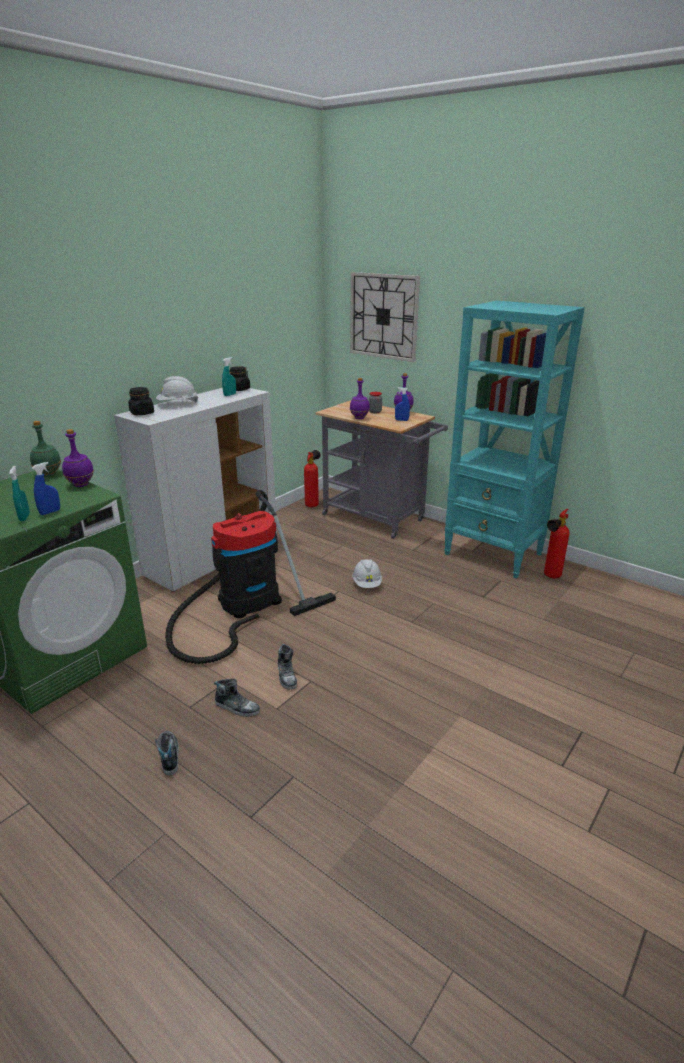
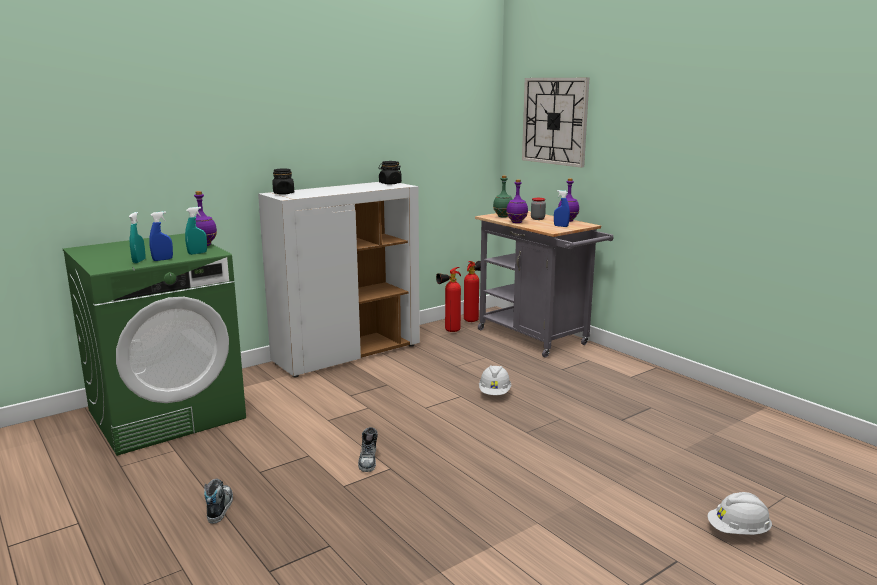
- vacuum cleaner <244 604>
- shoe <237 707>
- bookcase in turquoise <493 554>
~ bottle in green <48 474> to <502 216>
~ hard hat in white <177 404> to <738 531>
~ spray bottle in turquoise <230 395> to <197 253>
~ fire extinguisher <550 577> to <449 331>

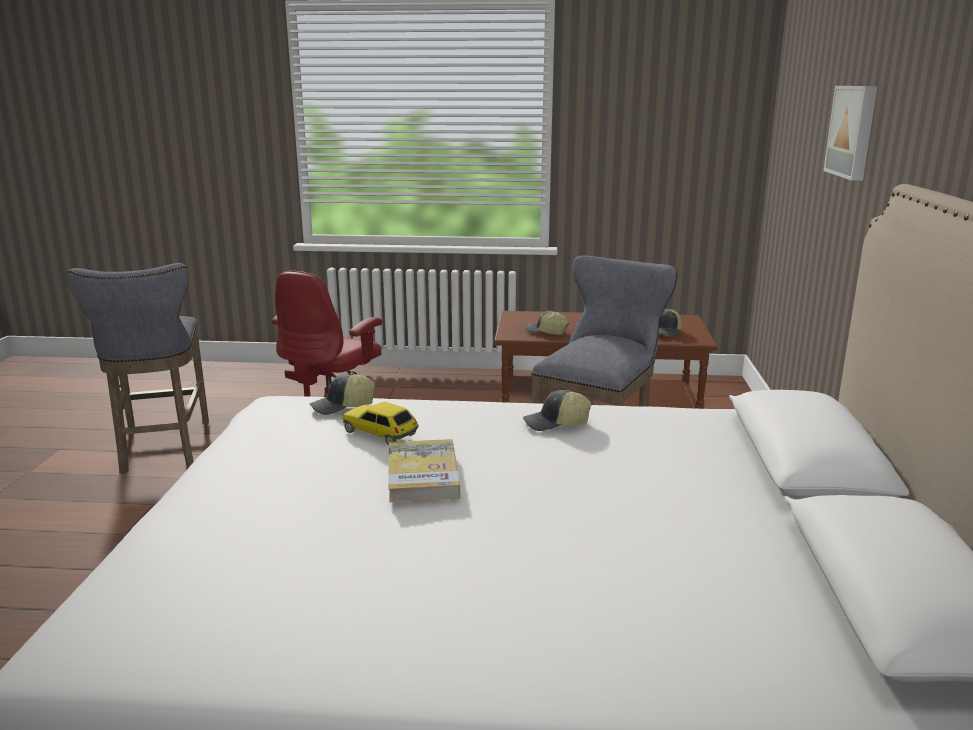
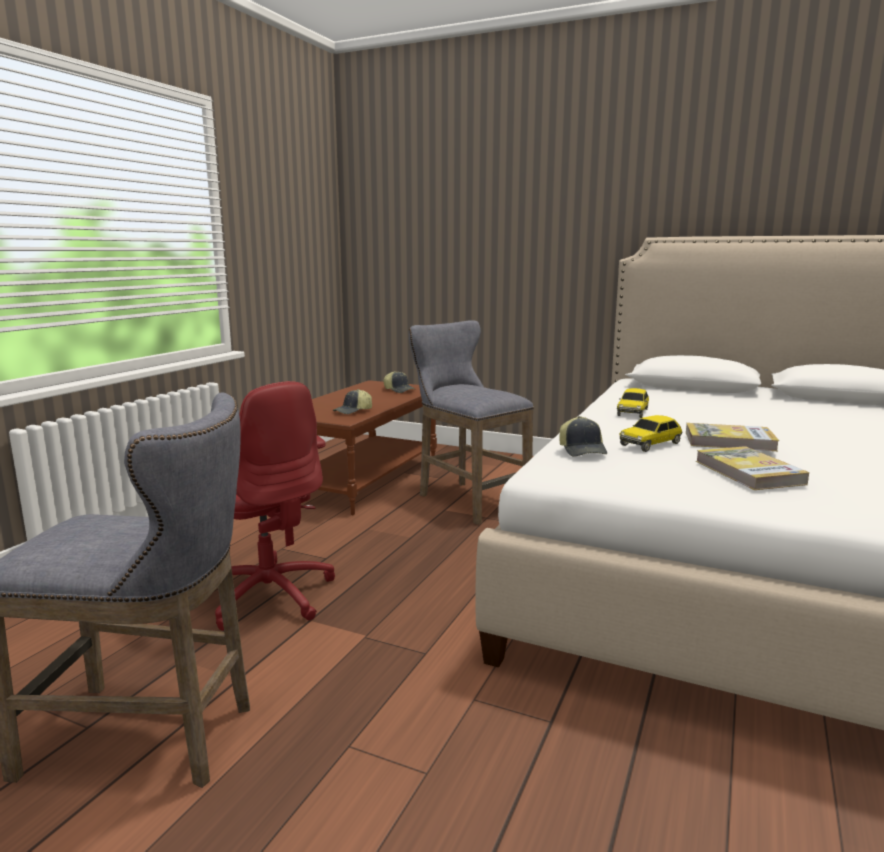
- picture <854 131>
+ book <749 472>
~ cap <556 424> to toy car <632 412>

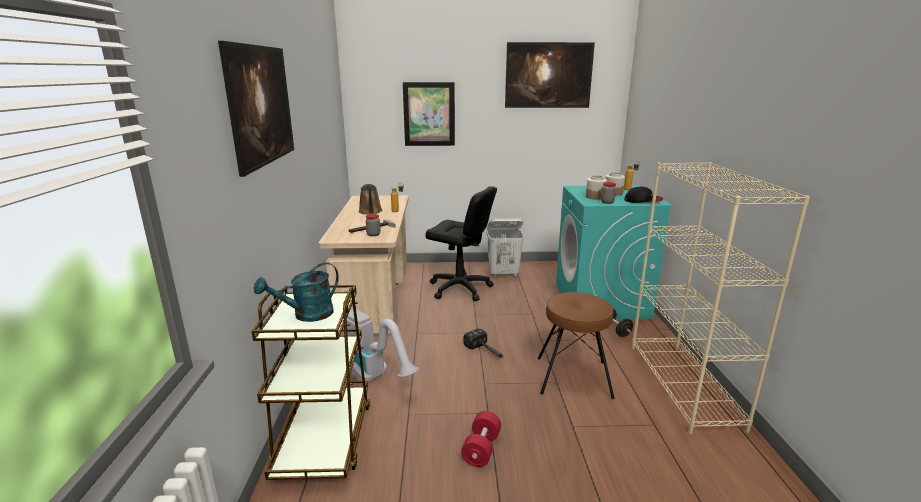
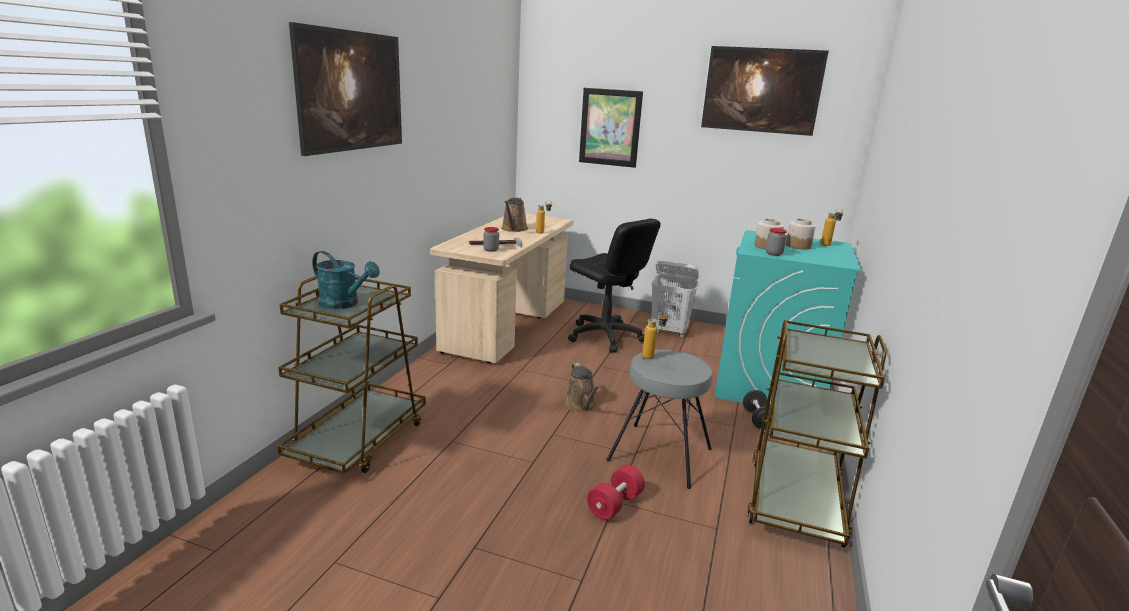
- vacuum cleaner <375 377>
- cap <643 200>
+ bottle <652 356>
~ dumbbell in red <481 449> to <615 504>
~ hammer <486 352> to watering can in brown <581 405>
~ bookcase in beige <683 385> to cart in brown <795 500>
~ stool in brown <573 376> to stool in grey <660 453>
~ watering can in turquoise <307 315> = <344 304> 135 degrees counterclockwise

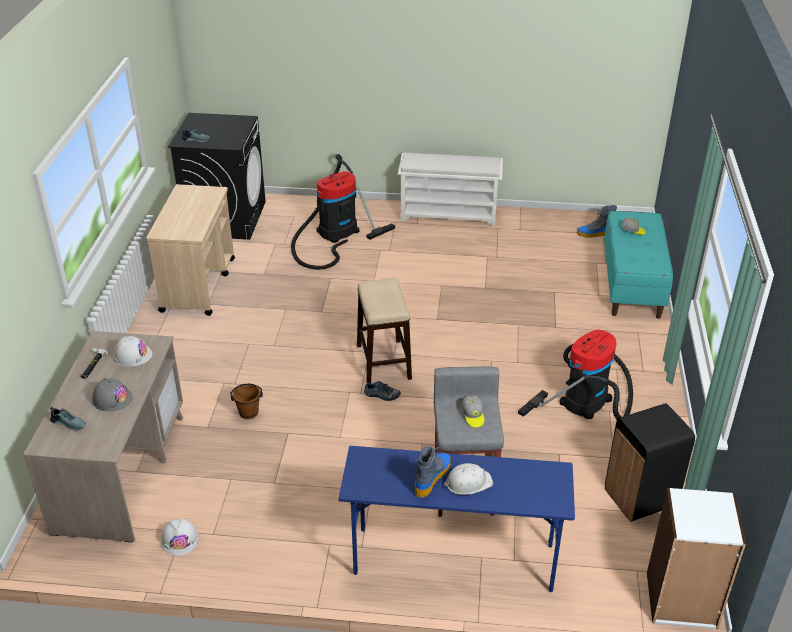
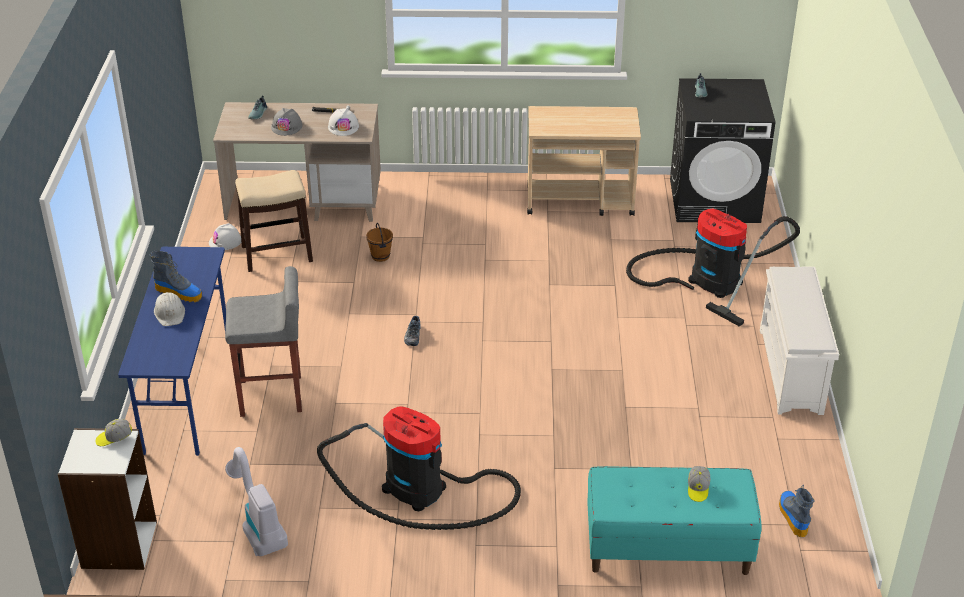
~ stool <384 362> to <276 254>
~ cap <473 416> to <114 438>
~ trash can in black <641 498> to vacuum cleaner <257 526>

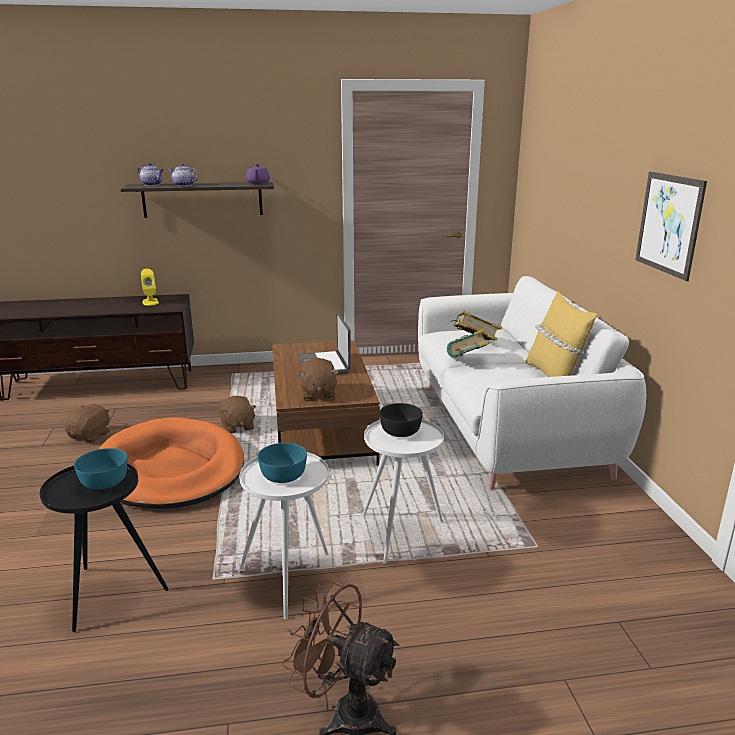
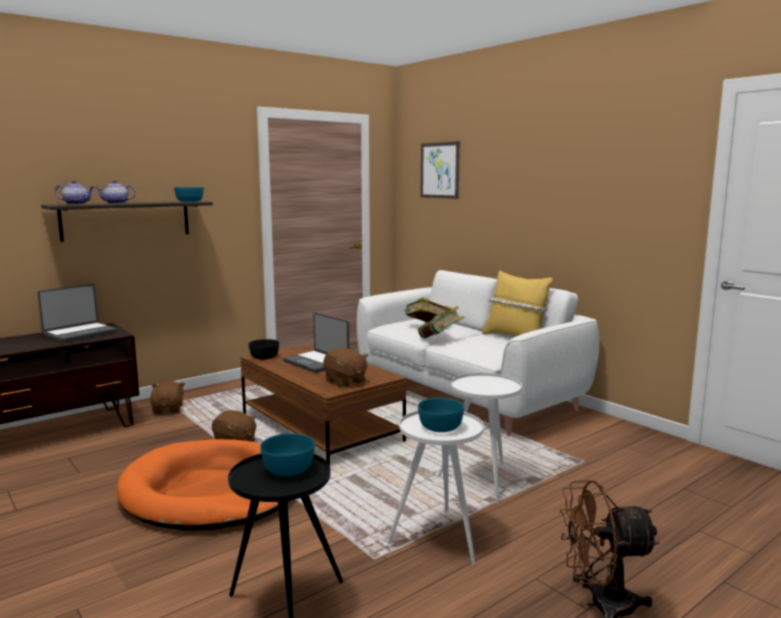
~ plush toy in brown <91 436> to <168 409>
~ bowl in black <400 431> to <264 357>
~ picture <669 224> to <439 170>
~ speaker in yellow <150 302> to laptop <80 333>
~ teapot in purple <258 183> to bowl in turquoise <190 201>

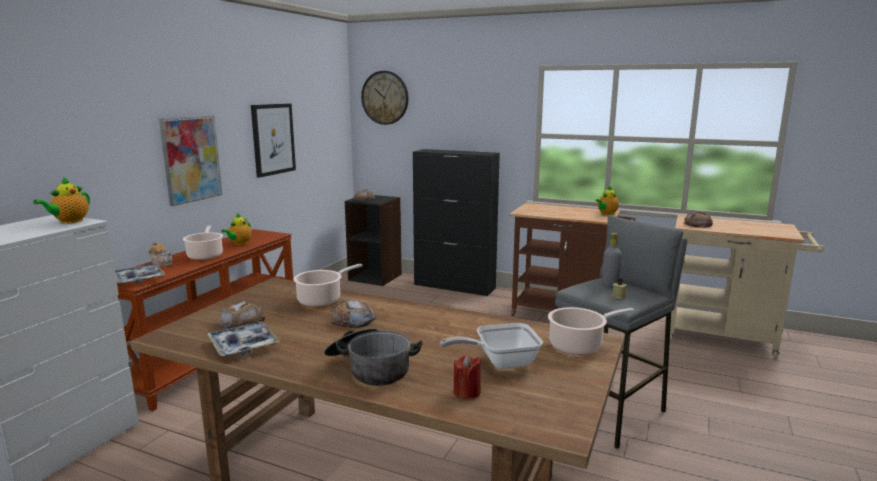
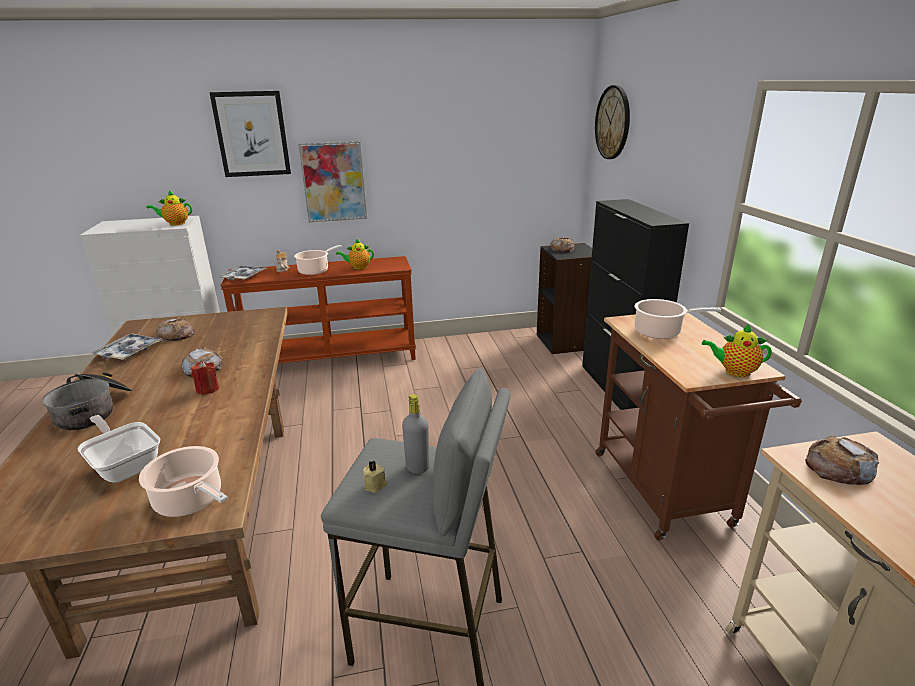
~ picture <273 139> to <252 134>
~ cooking pot <322 300> to <660 332>
~ candle in red <467 392> to <207 389>

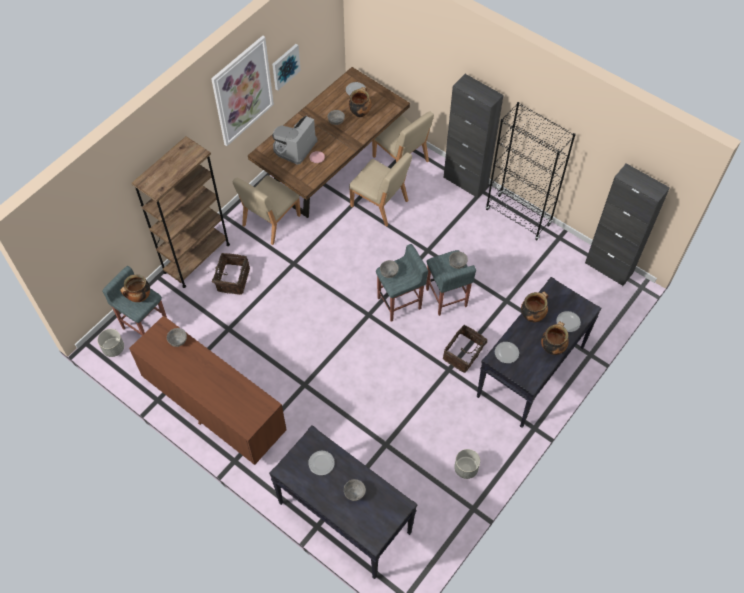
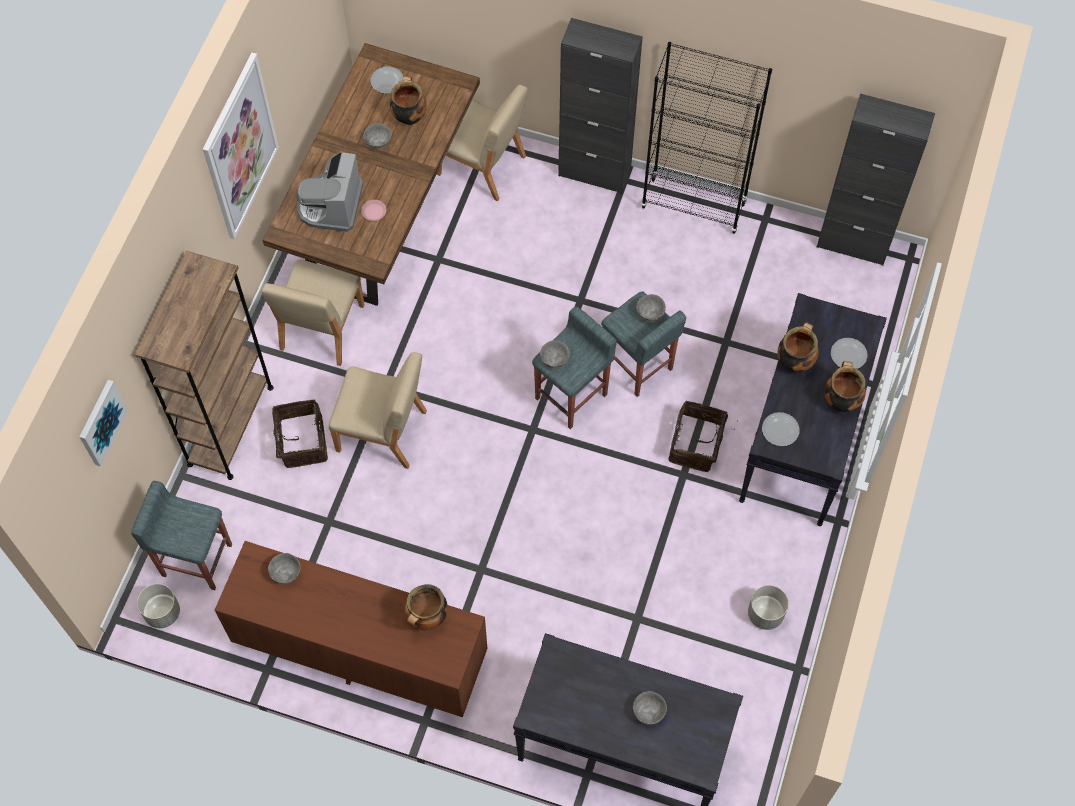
- plate <321 463>
~ cooking pot <139 297> to <427 617>
~ picture <285 66> to <101 422>
~ chair in beige <380 204> to <383 432>

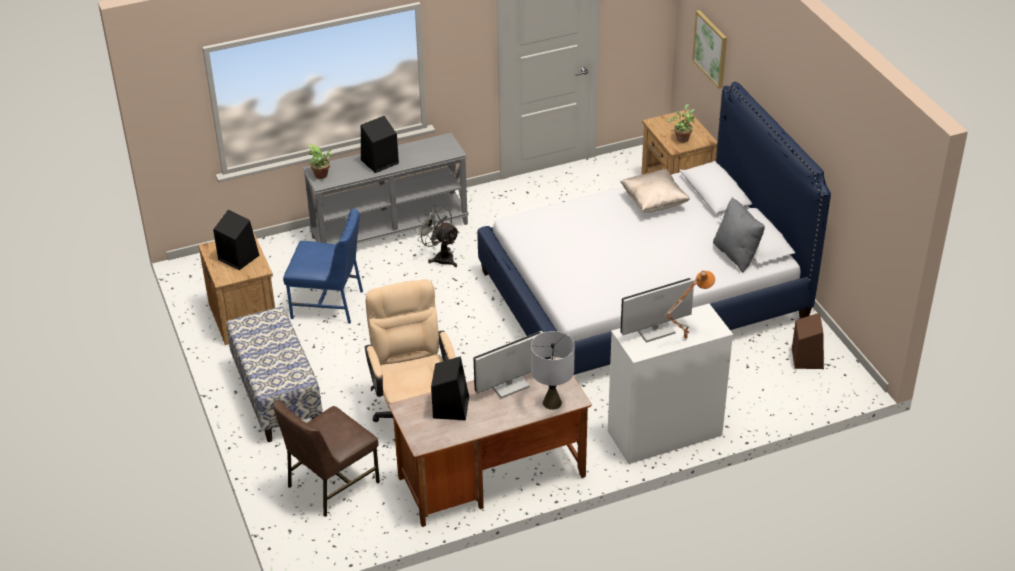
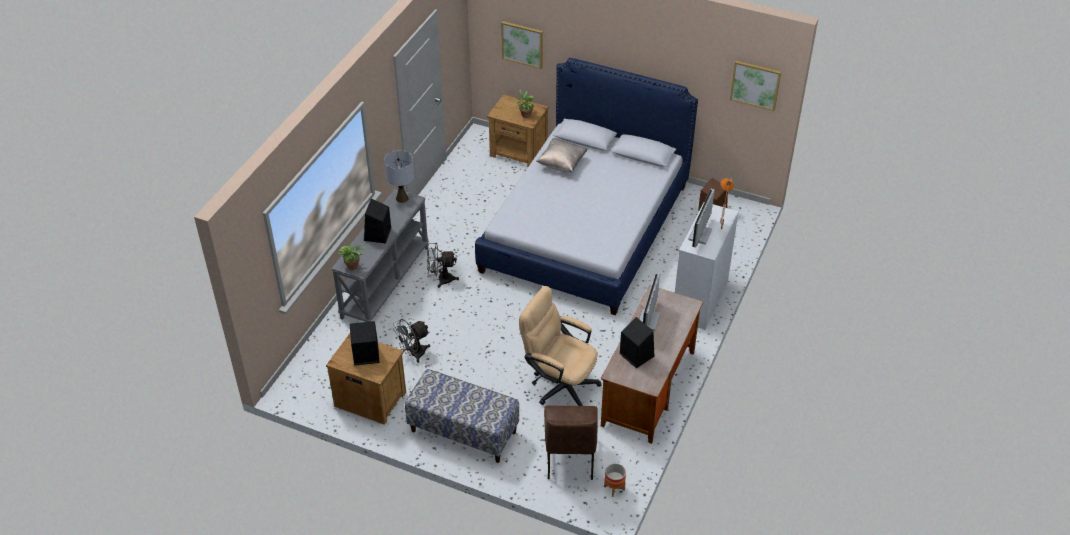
- pillow in grey <736 255>
+ planter <614 488>
+ picture <755 85>
~ table lamp in grey <552 403> to <402 198>
~ chair in blue <328 304> to fan in grey <413 354>

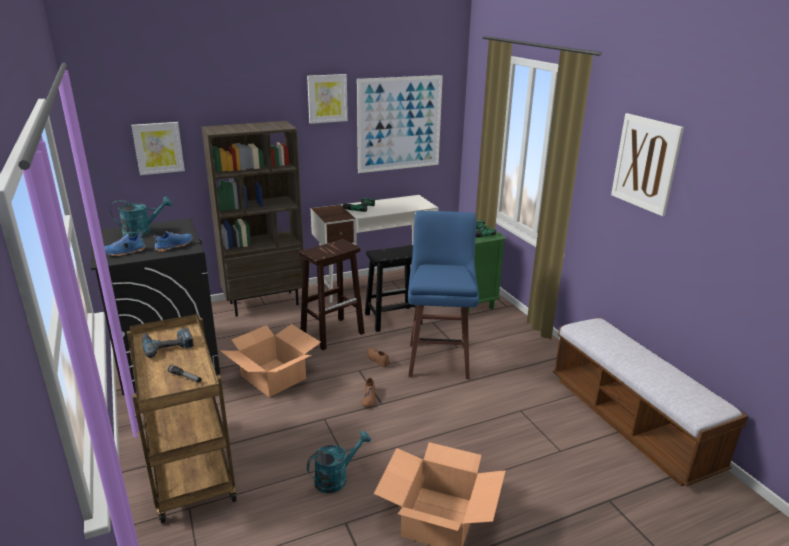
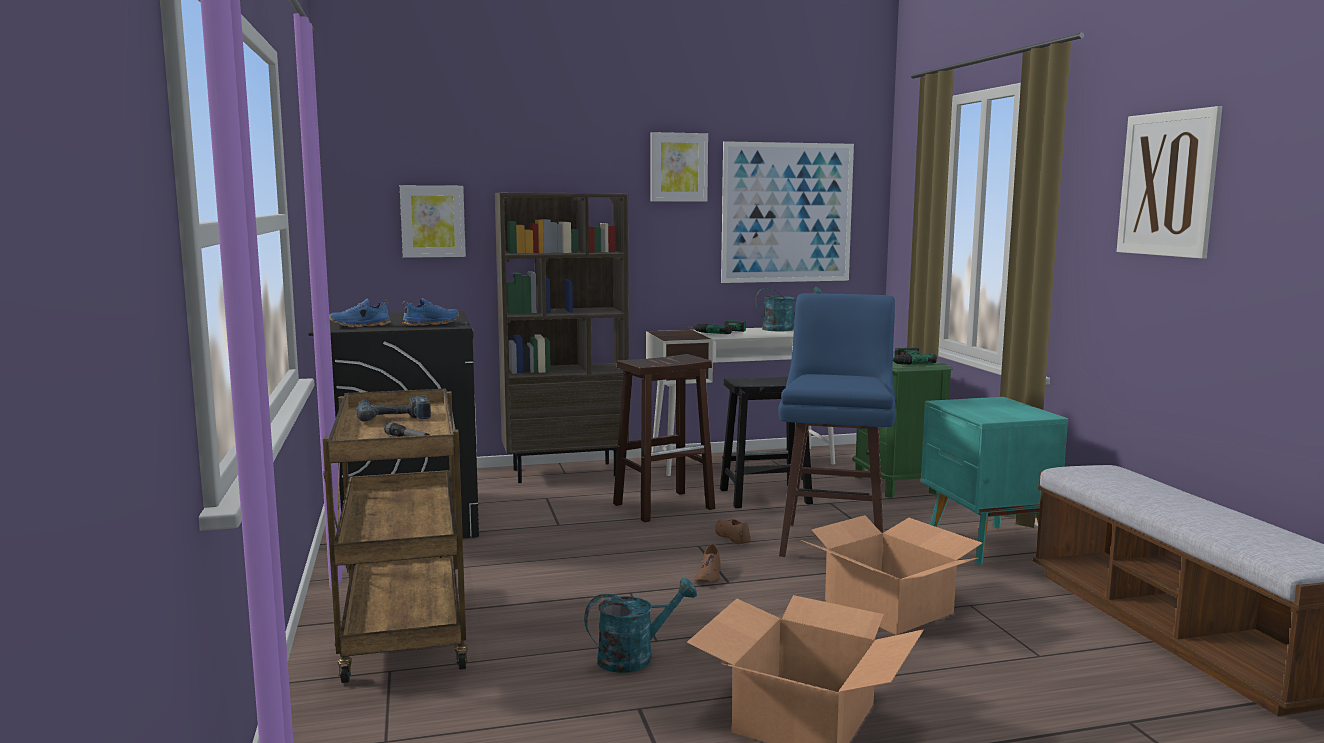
+ nightstand in turquoise <987 544>
~ watering can in turquoise <142 232> to <784 329>
~ cardboard box <273 377> to <889 606>

